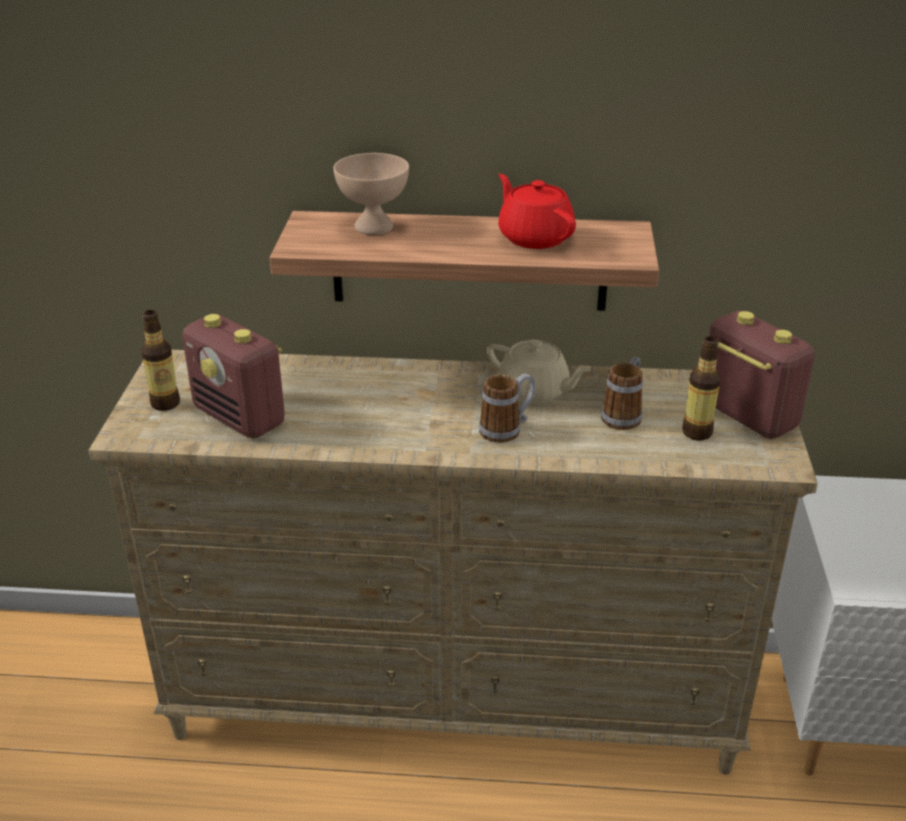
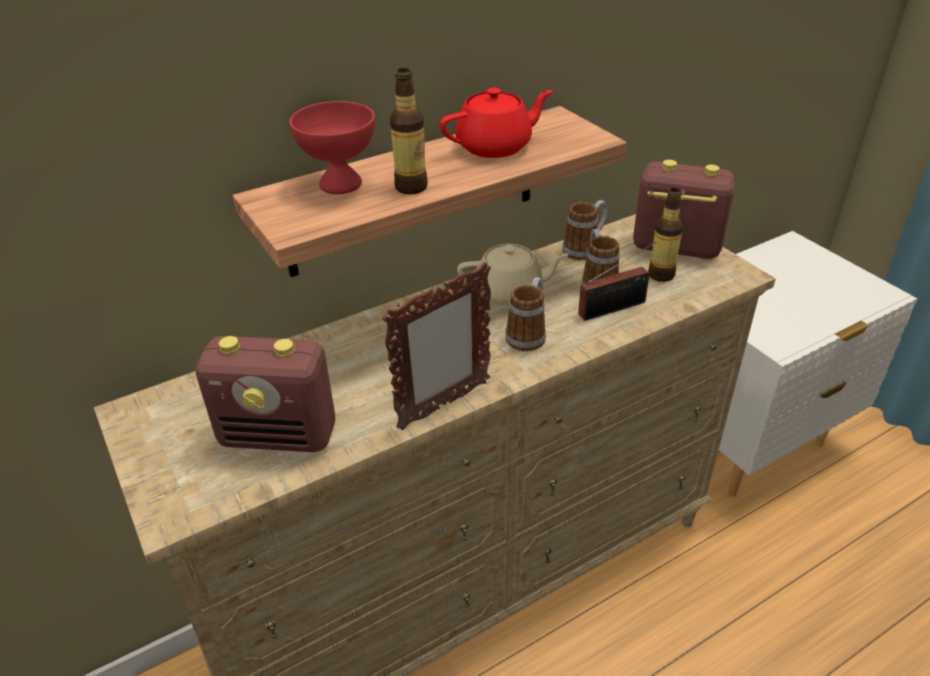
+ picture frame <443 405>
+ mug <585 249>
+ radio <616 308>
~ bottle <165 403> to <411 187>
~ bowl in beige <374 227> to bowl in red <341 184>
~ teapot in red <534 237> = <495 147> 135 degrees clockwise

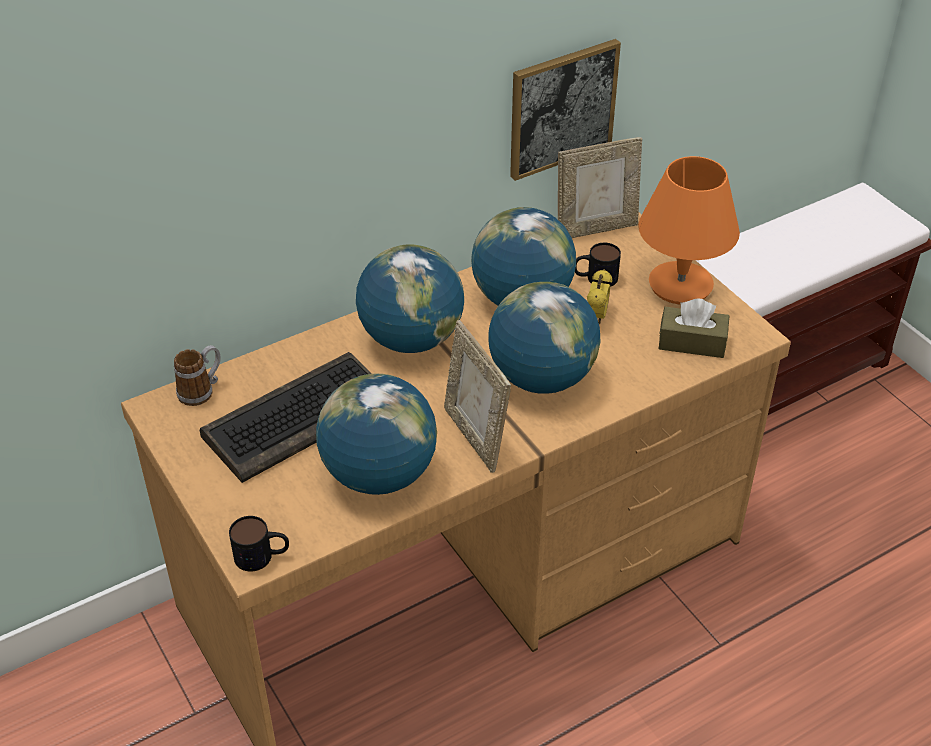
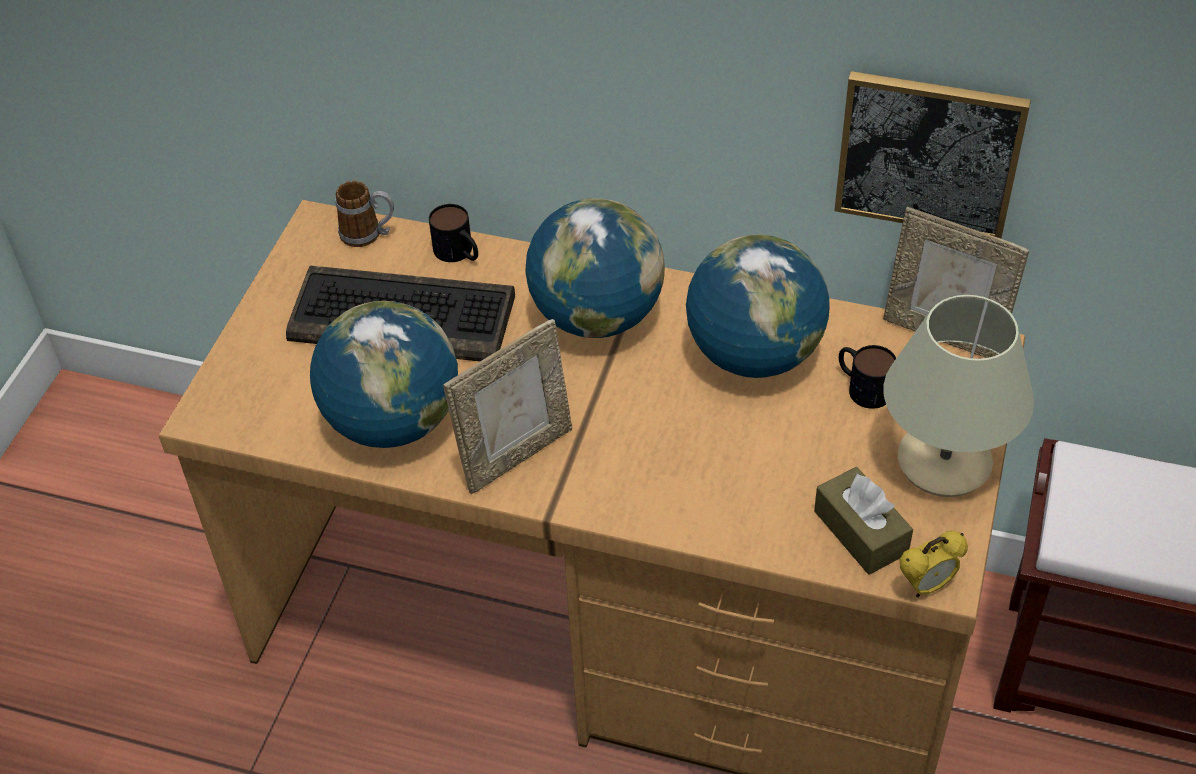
- globe <541 378>
~ mug <262 556> to <459 253>
~ alarm clock <597 316> to <926 586>
~ table lamp in orange <680 285> to table lamp in beige <943 463>
~ picture frame <475 437> = <516 455> 150 degrees counterclockwise

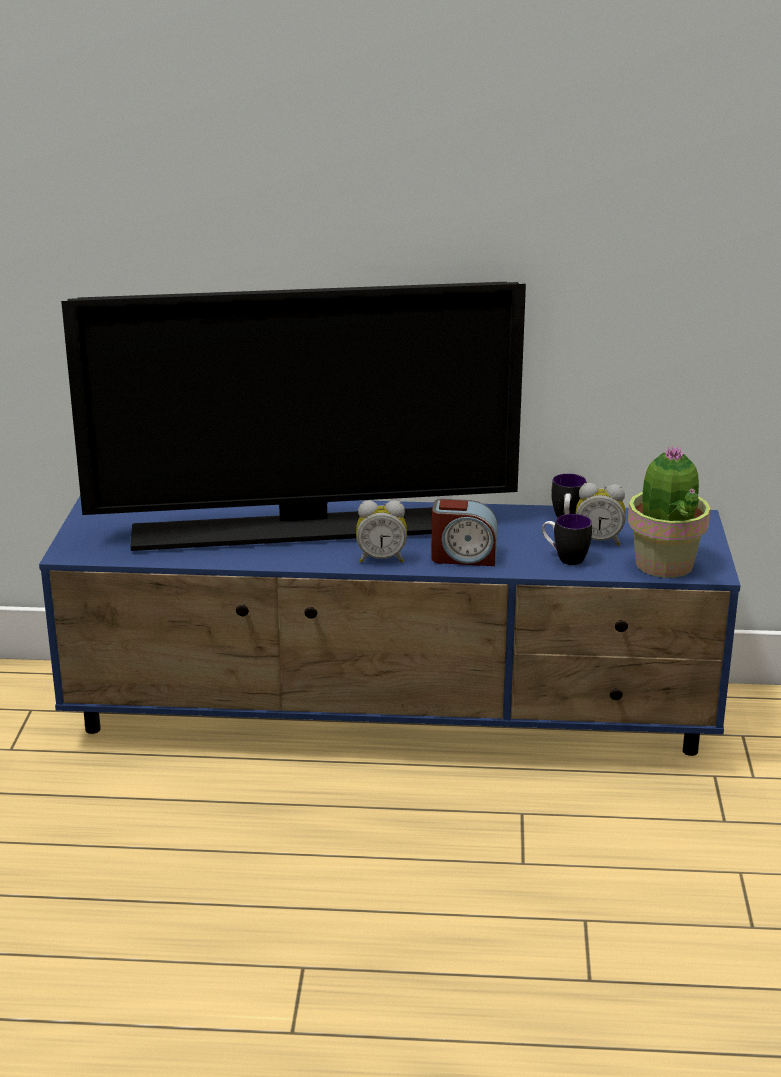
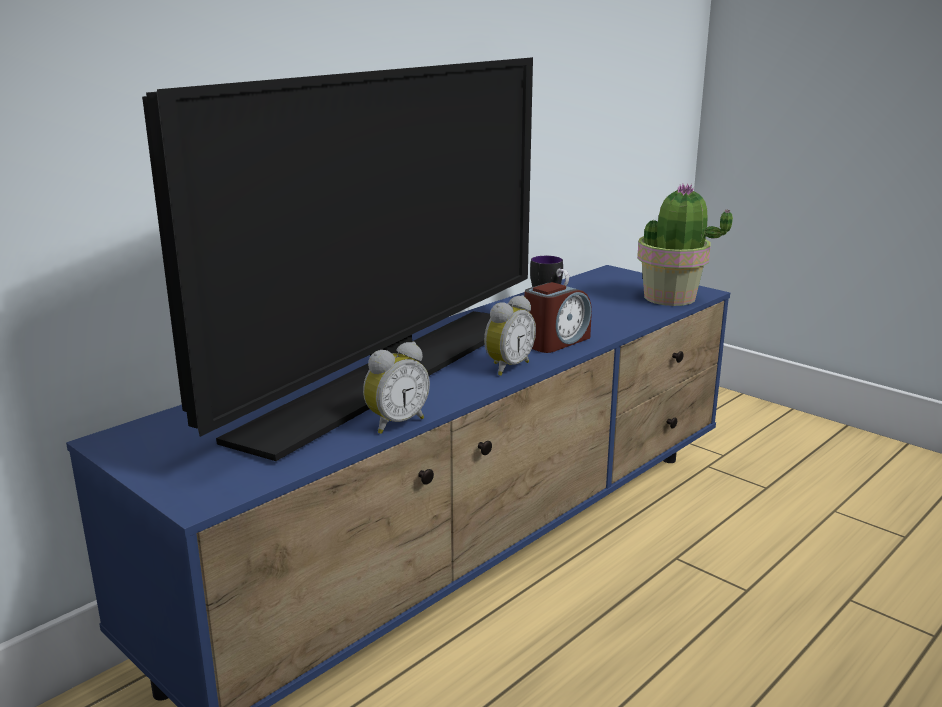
- mug <564 558>
~ alarm clock <598 540> to <395 423>

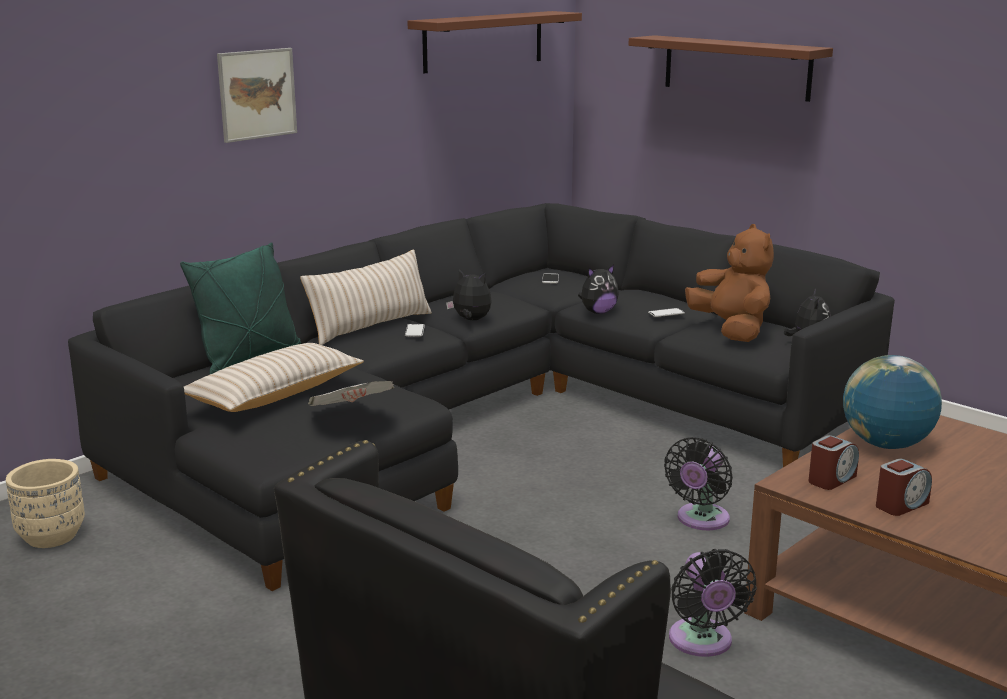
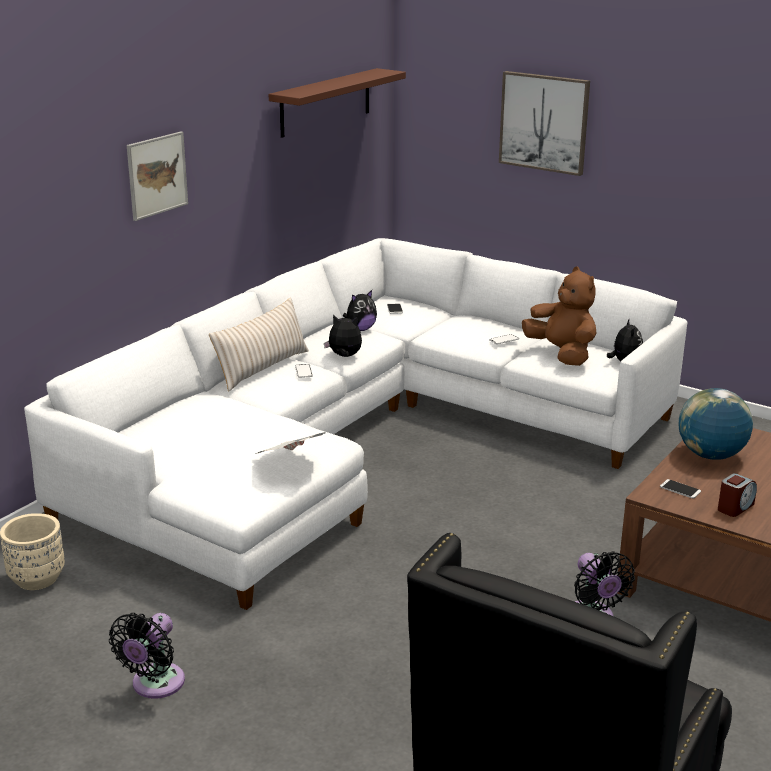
- pillow in green <248 358>
- pillow in beige <275 394>
~ plush toy <598 312> to <360 329>
~ fan in black <700 520> to <155 685>
~ shelf in brown <736 67> to picture <544 122>
~ alarm clock <831 479> to phone <680 489>
~ sofa in black <483 422> to sofa in white <358 440>

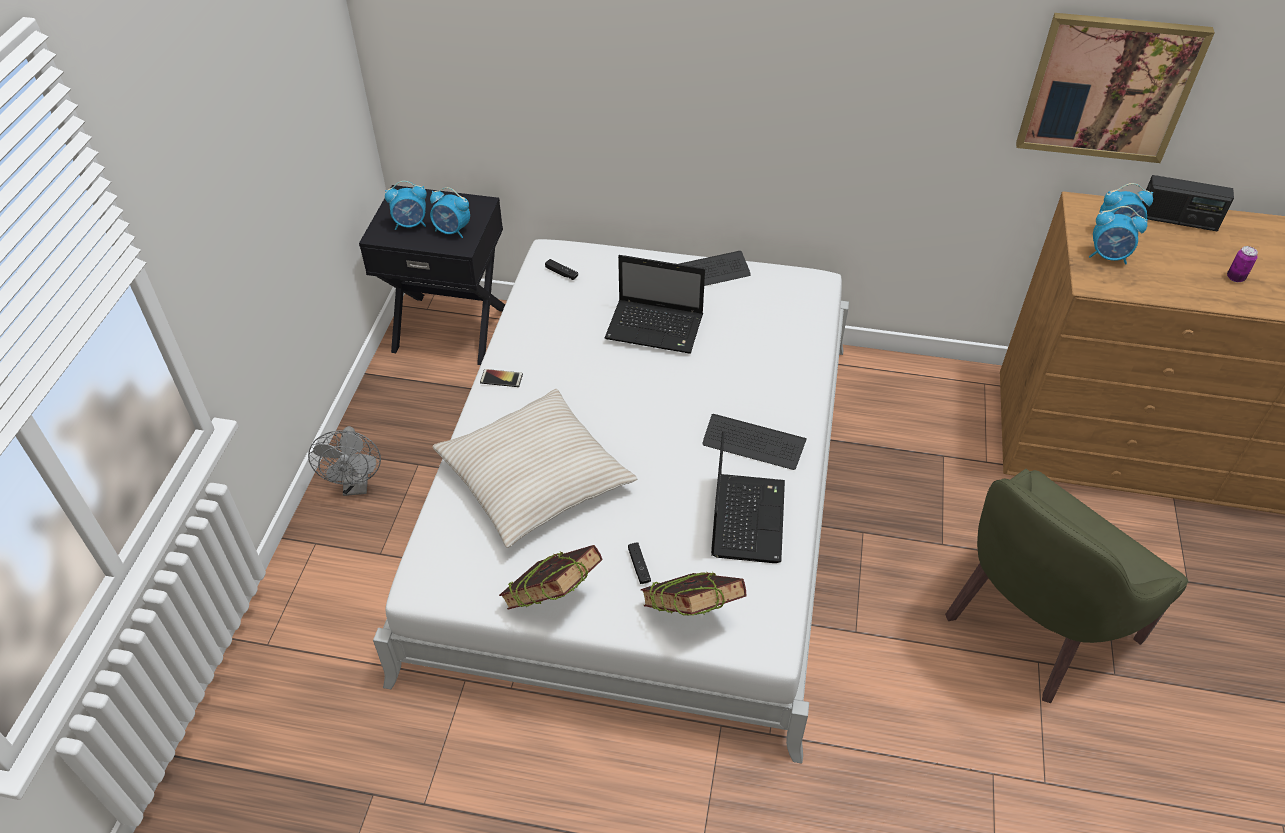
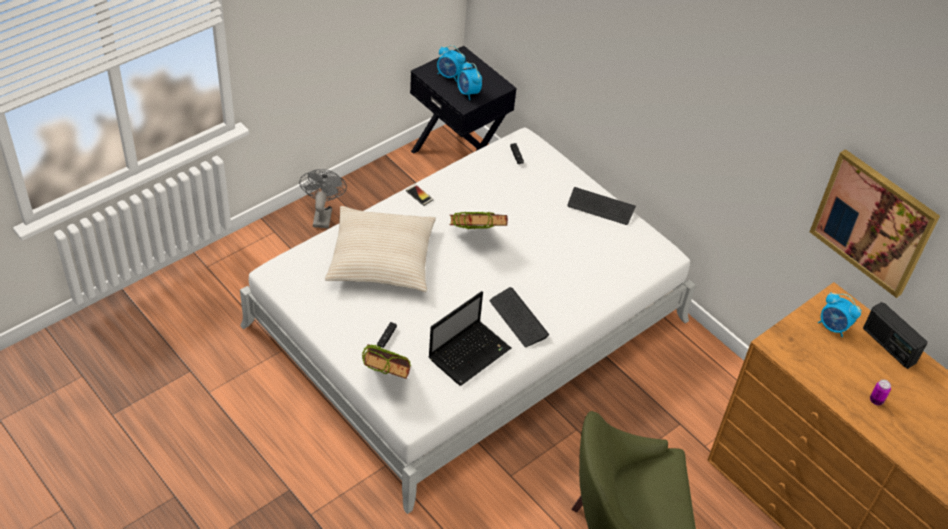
- laptop <656 328>
- alarm clock <1108 256>
~ book <553 601> to <476 238>
~ fan in grey <356 485> = <322 215> 150 degrees clockwise

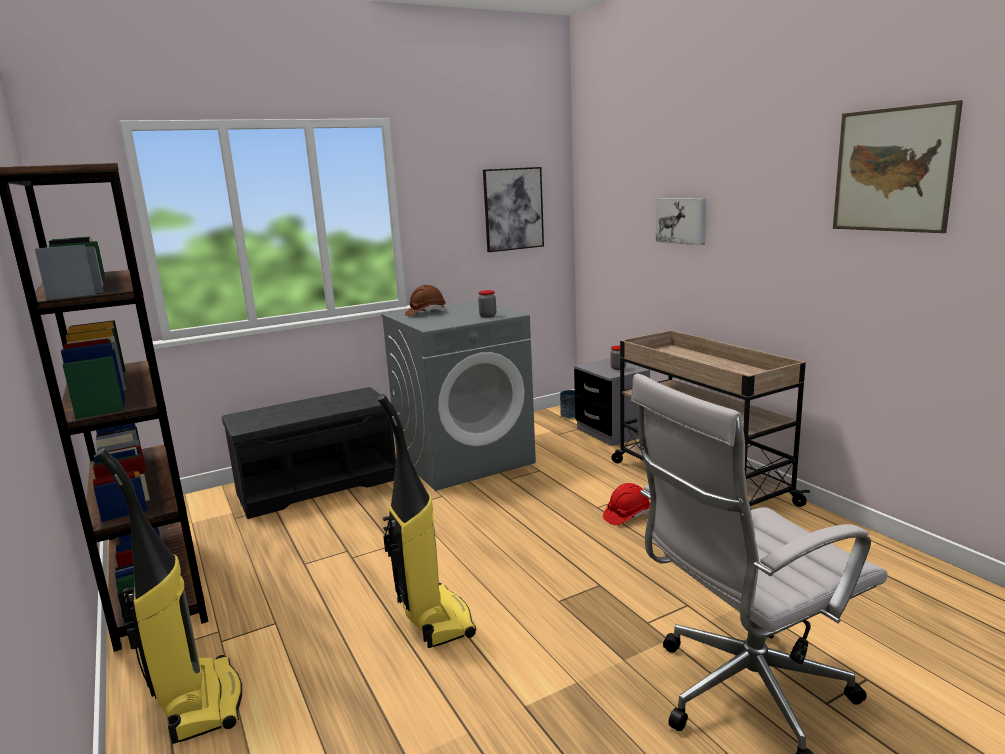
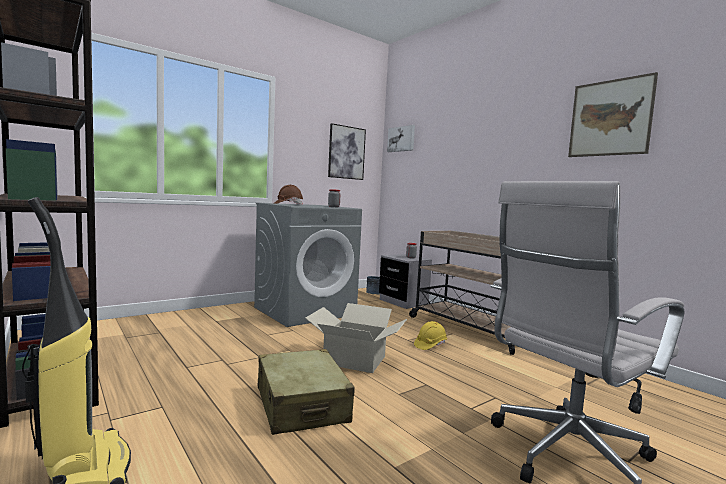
- bench in grey <318 485>
+ cardboard box <354 359>
~ picture <682 220> to <401 139>
~ vacuum cleaner <434 619> to suitcase in beige <302 405>
~ hard hat in red <626 515> to hard hat in yellow <430 345>

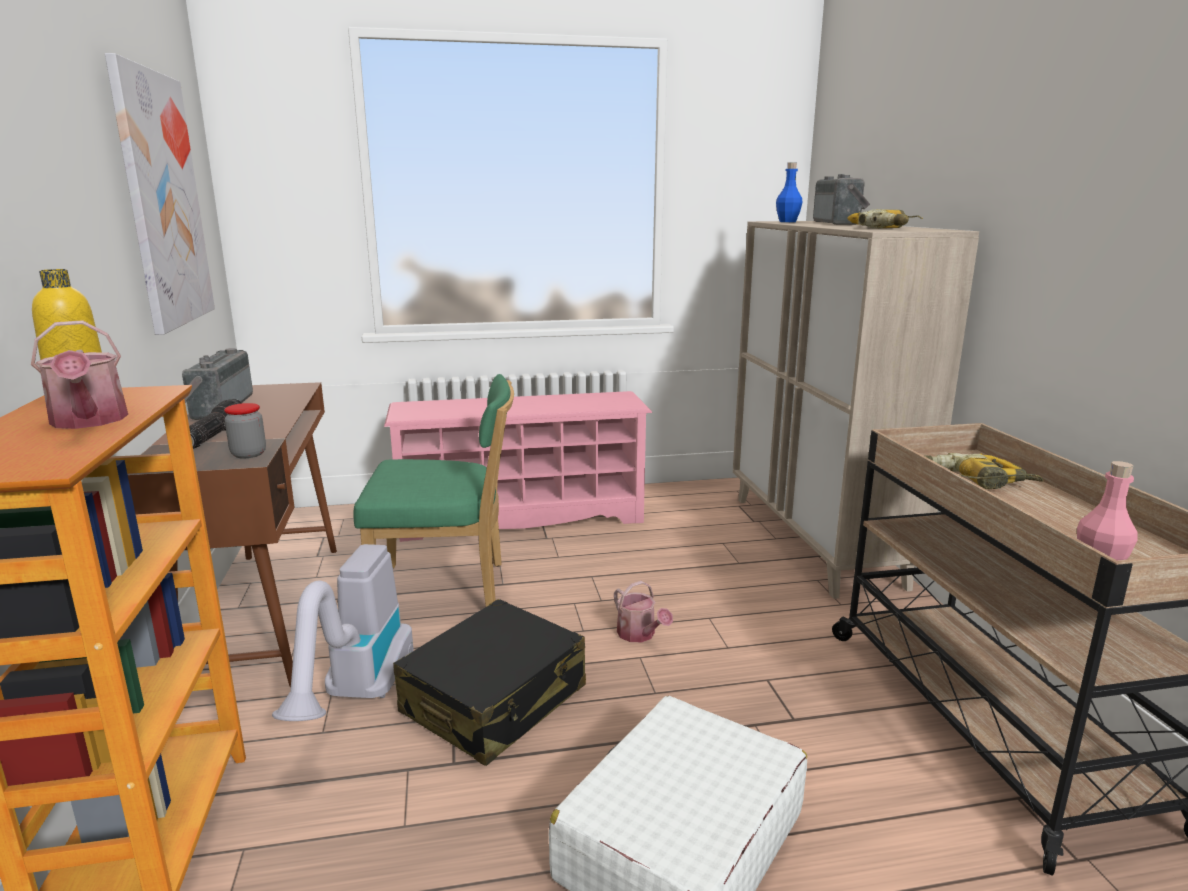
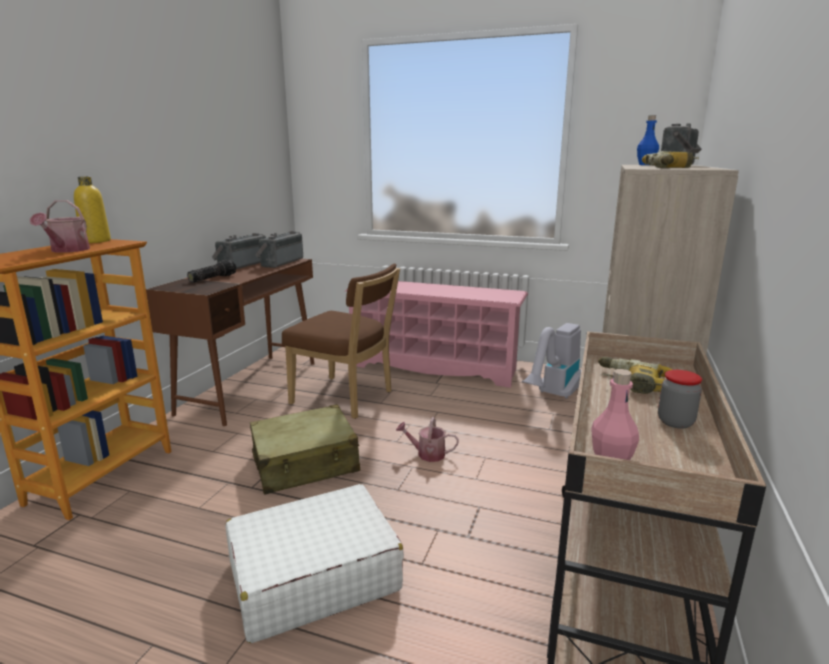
- picture <161 200>
+ radio <280 262>
~ jar <248 454> to <675 422>
~ vacuum cleaner <358 697> to <554 395>
~ chair in green <447 591> to chair in brown <346 398>
~ suitcase in black <495 700> to suitcase in beige <305 463>
~ watering can <639 635> = <427 454> 105 degrees clockwise

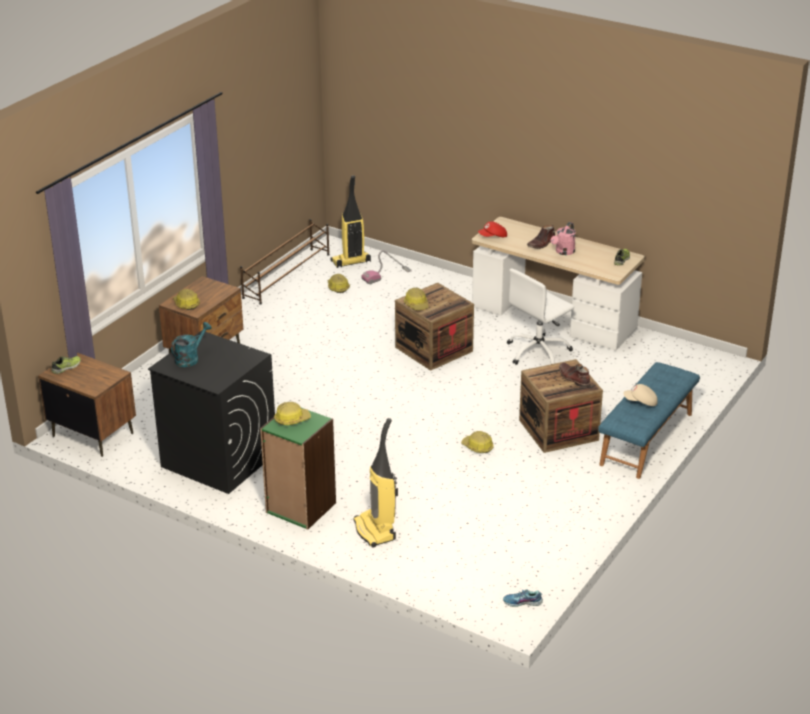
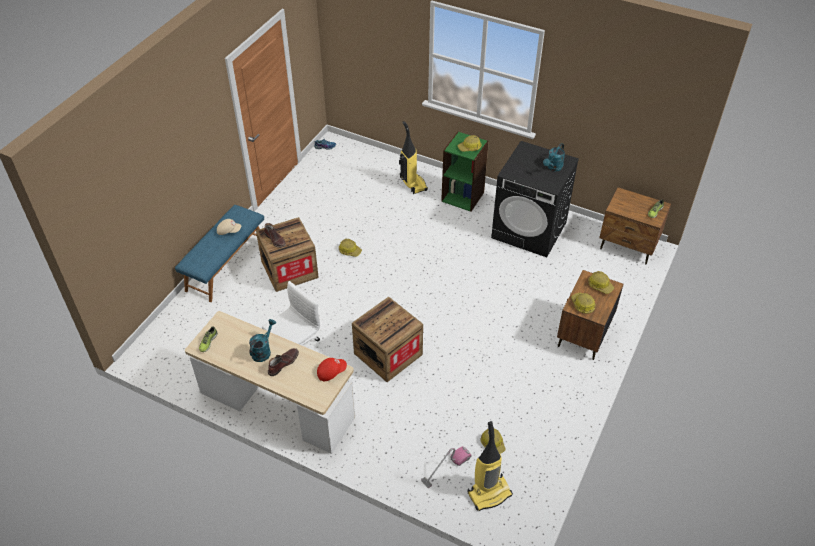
- shoe rack in brown <287 276>
~ hard hat <416 304> to <582 305>
~ watering can in pink <563 252> to watering can in turquoise <263 350>

